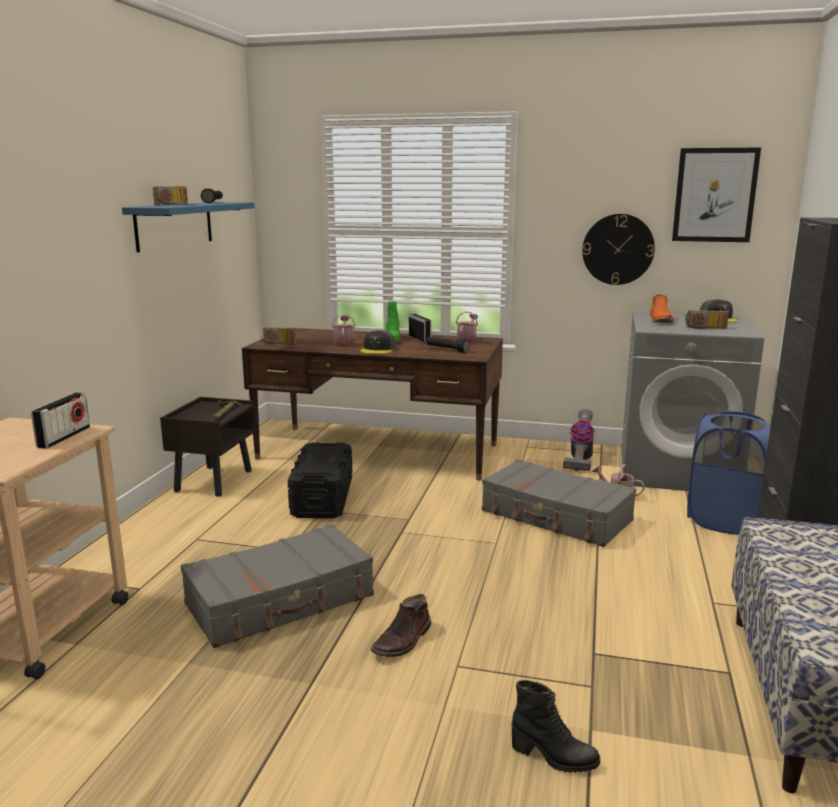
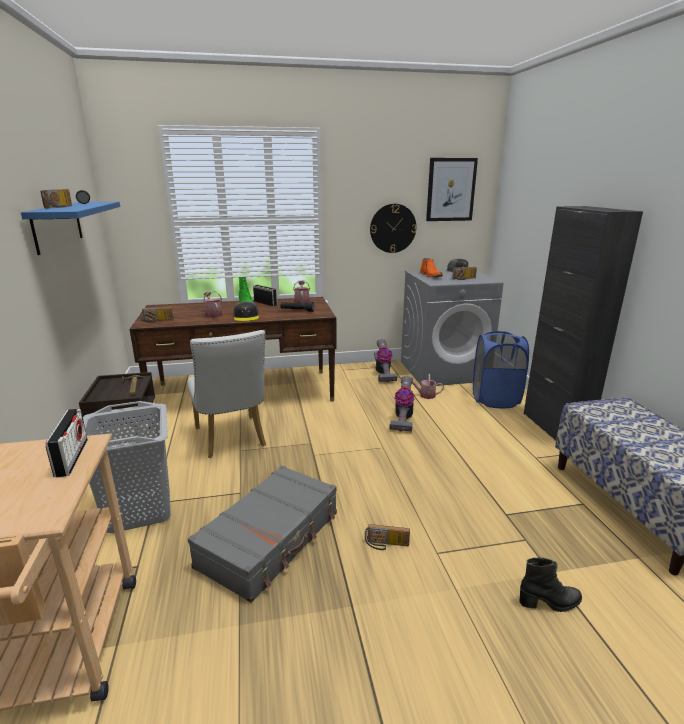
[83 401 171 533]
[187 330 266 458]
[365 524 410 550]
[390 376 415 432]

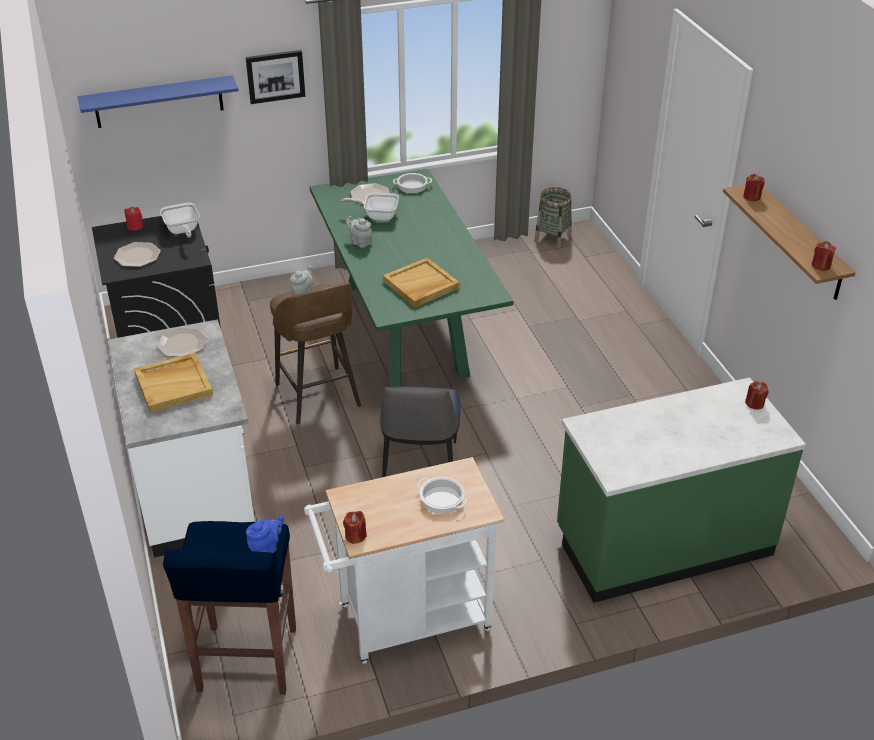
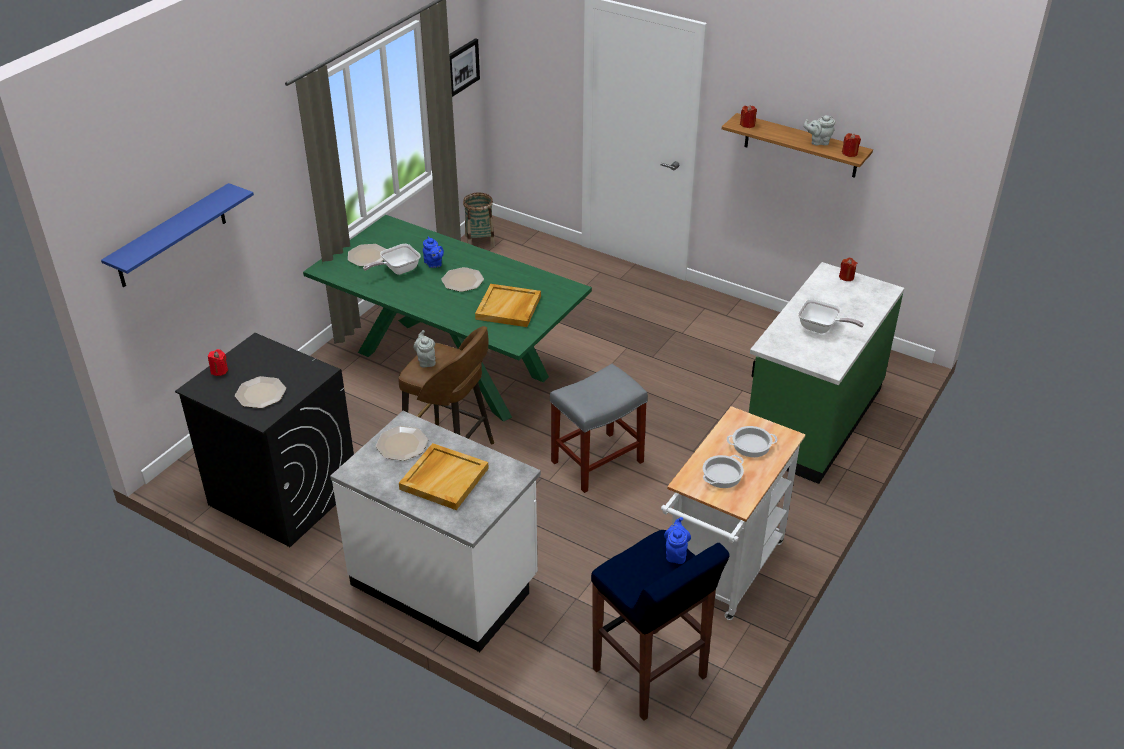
[423 236 444 268]
[441 267 484 292]
[449 38 480 97]
[550 364 648 493]
[703 455 744 488]
[798 299 864 333]
[804 115 835 146]
[343 511 367 544] (first image)

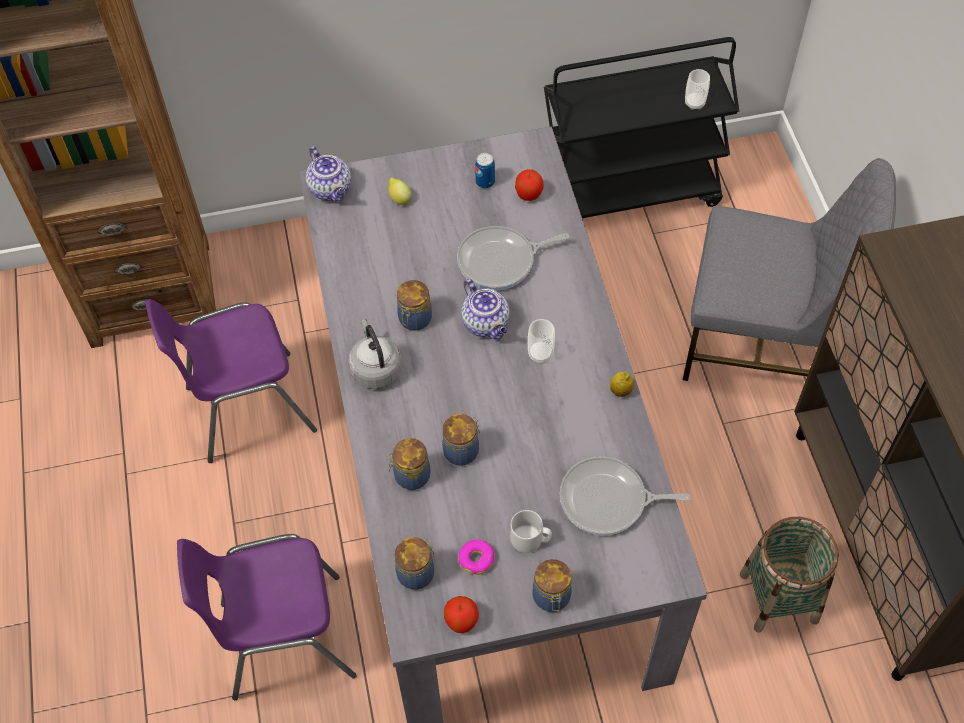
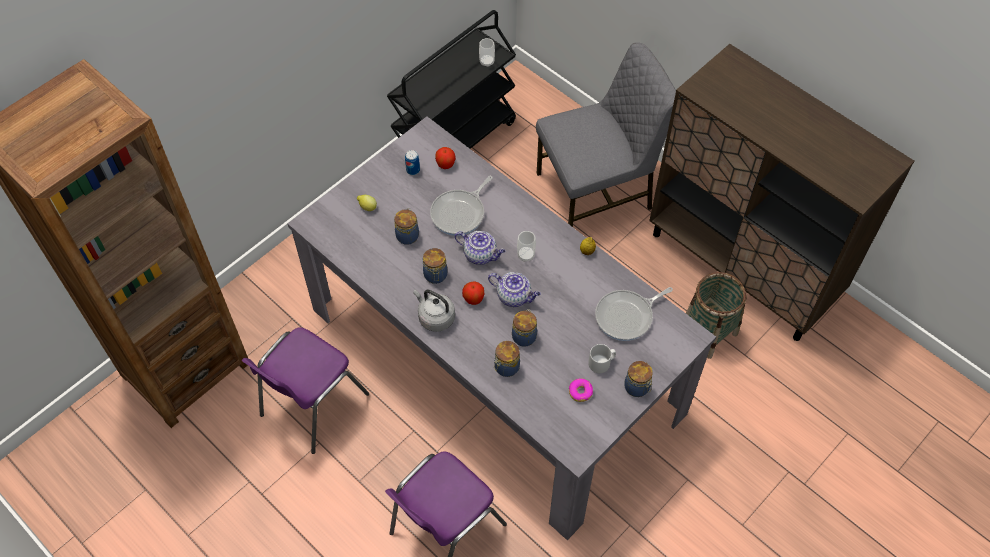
[394 208 419 245]
[462 281 484 305]
[488 272 541 307]

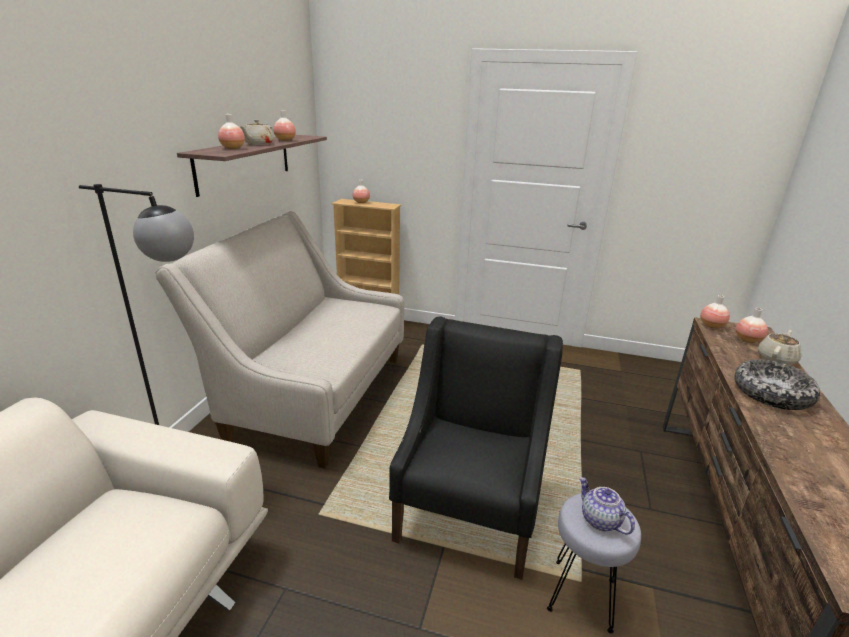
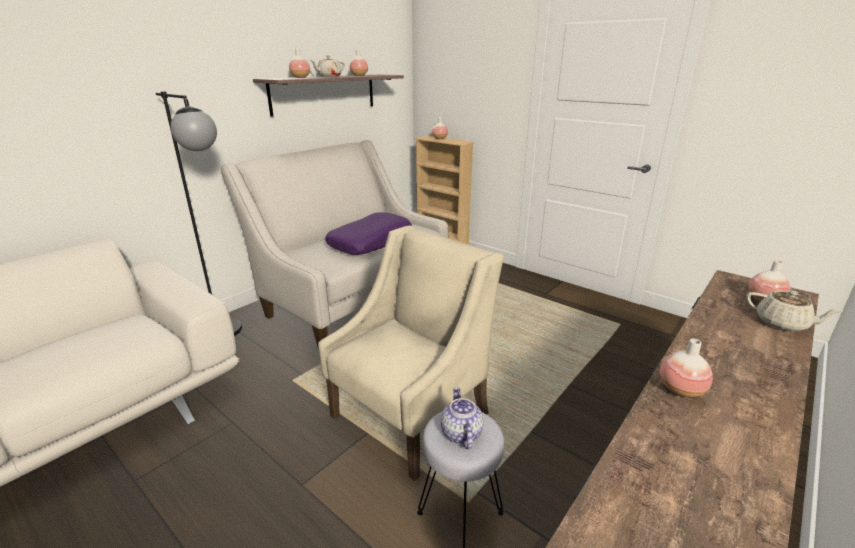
[318 225 504 481]
[325 212 412 255]
[660 339 713 397]
[746 290 843 332]
[734 359 820 410] (first image)

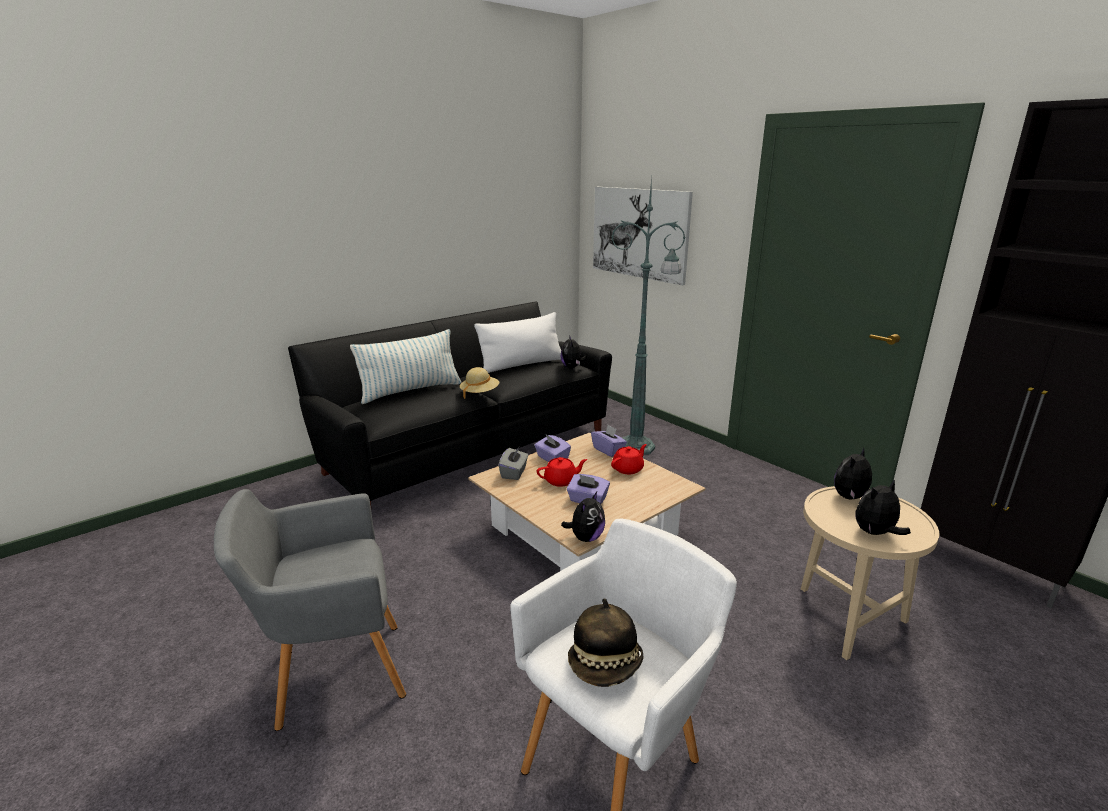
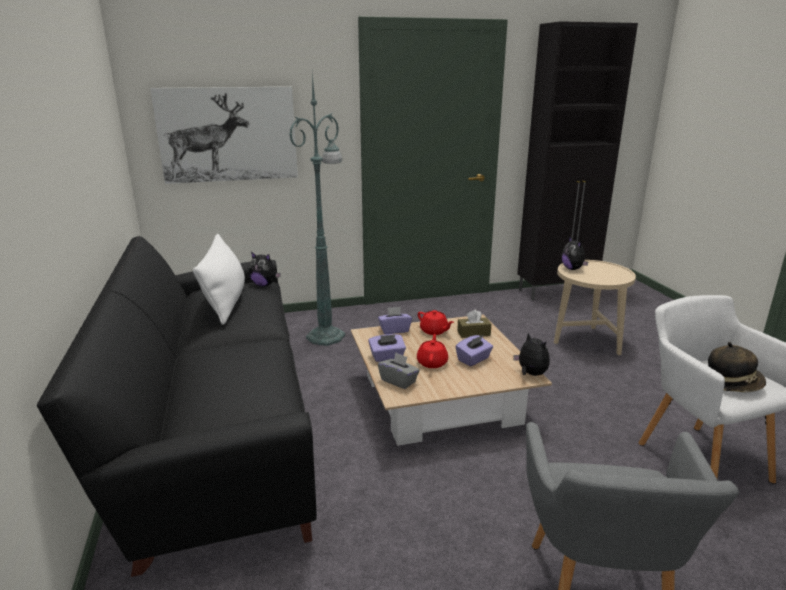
[418 310 454 335]
[457 309 491 338]
[350 329 461 404] (first image)
[460 367 499 399] (first image)
[856 479 911 535] (first image)

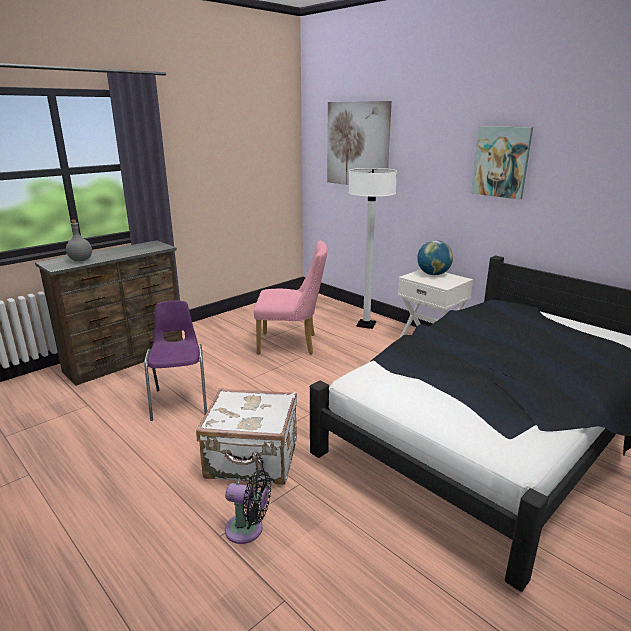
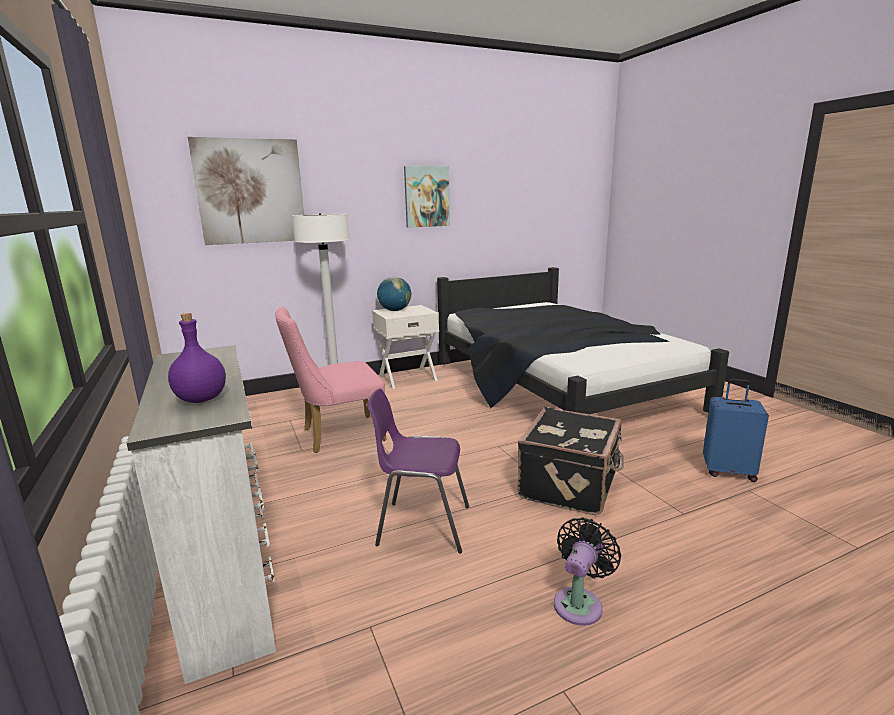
[127 345 276 684]
[168 313 226 403]
[275 307 386 453]
[517 407 624 515]
[554 517 621 626]
[703 379 769 482]

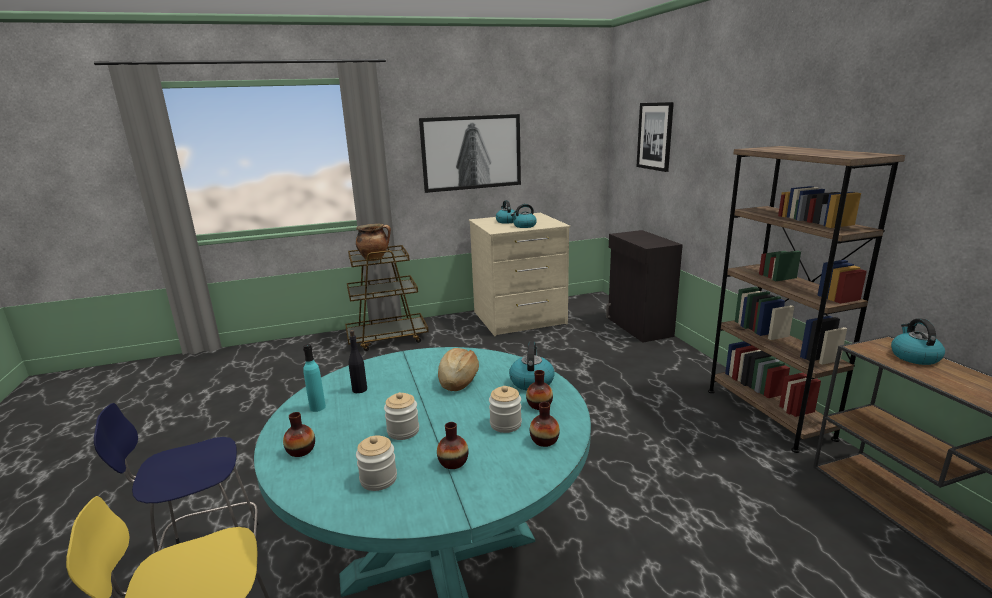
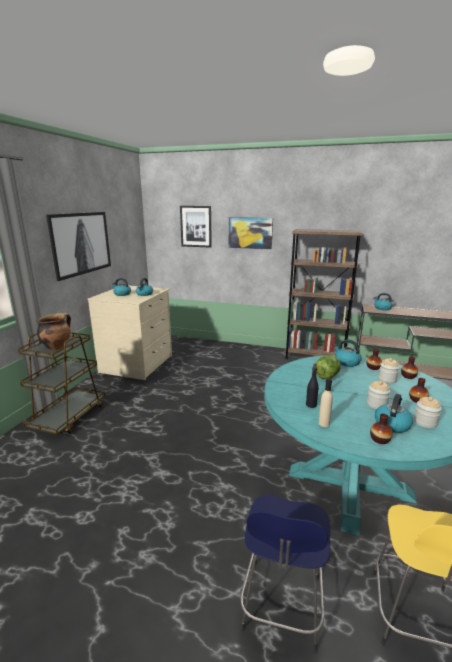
[228 217 273 249]
[315 355 341 379]
[319 378 333 427]
[375 394 413 433]
[606 230 683 343] (first image)

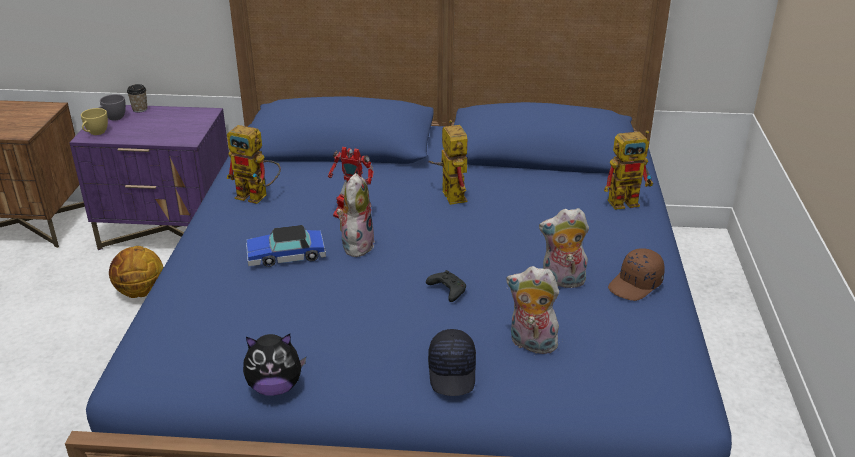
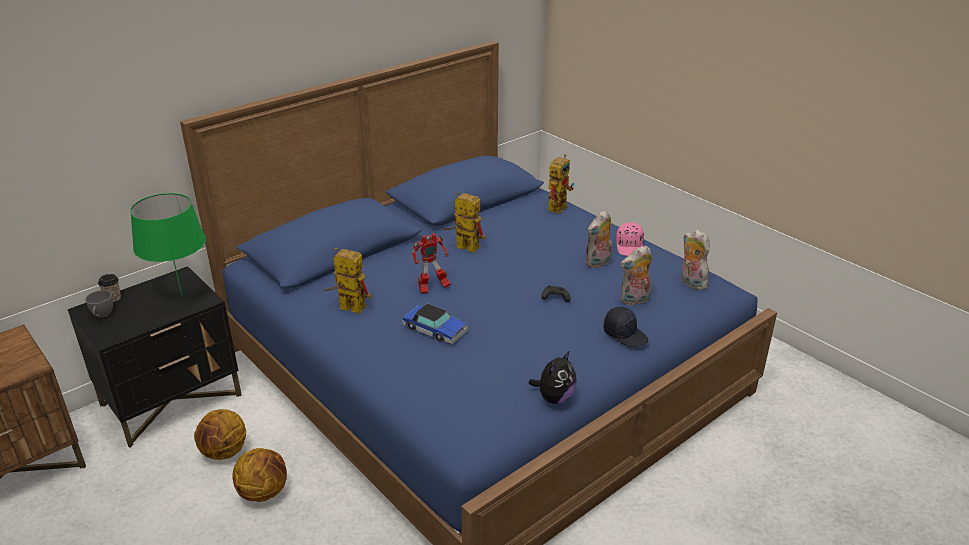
[68 266 242 448]
[130 193 206 296]
[232 448 287 502]
[323 248 371 314]
[402 304 468 344]
[616 222 644 256]
[681 230 710 290]
[81 108 108 135] (first image)

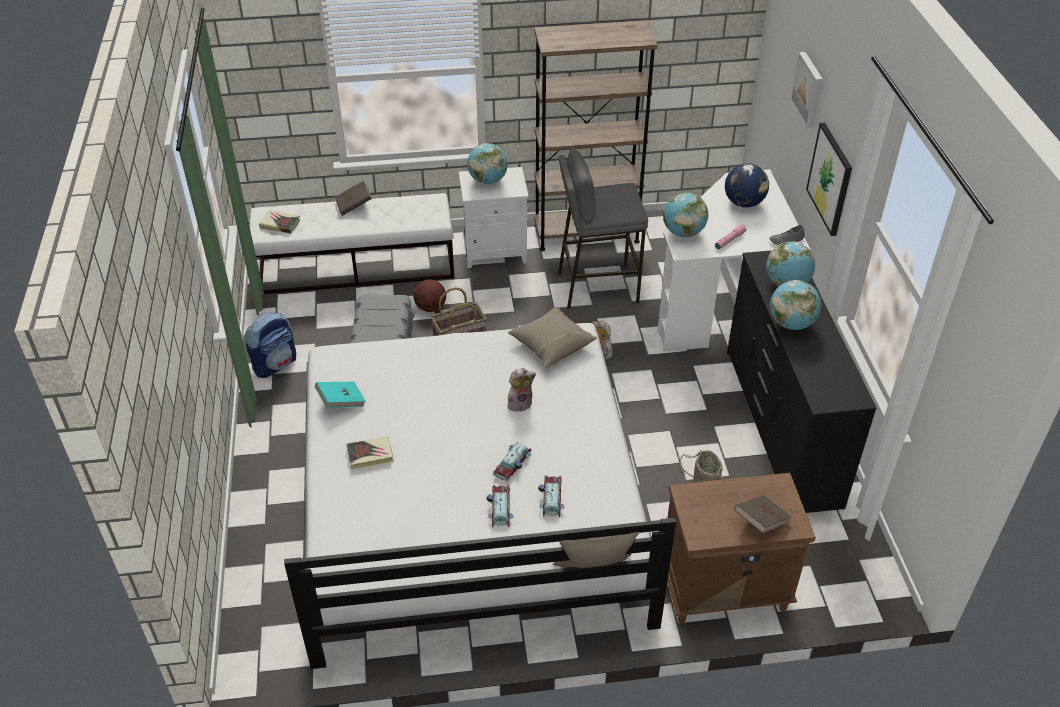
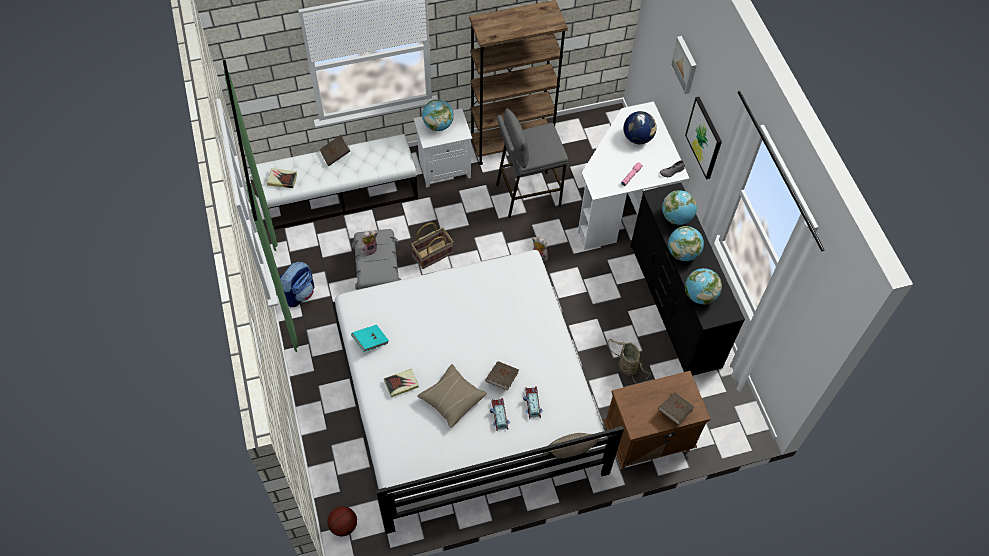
[327 506 357 536]
[361 231 378 256]
[417 364 487 428]
[486 361 519 391]
[685 268 722 305]

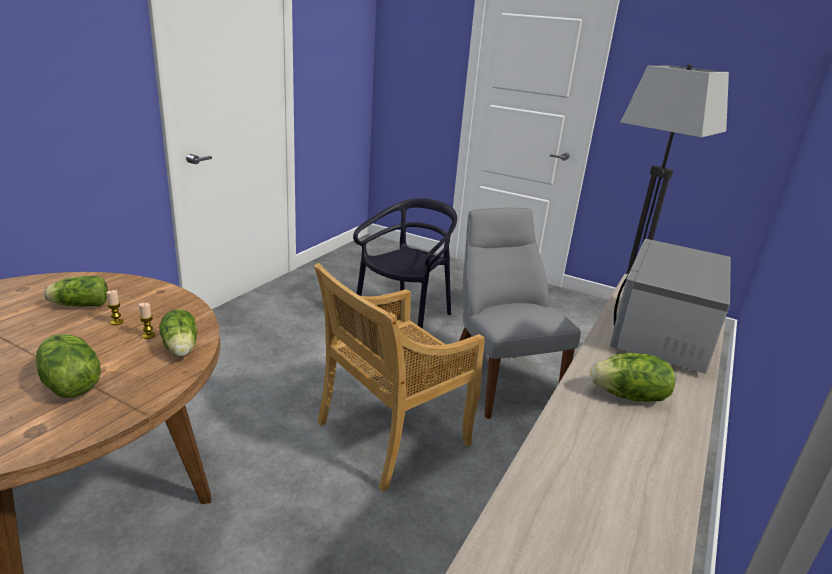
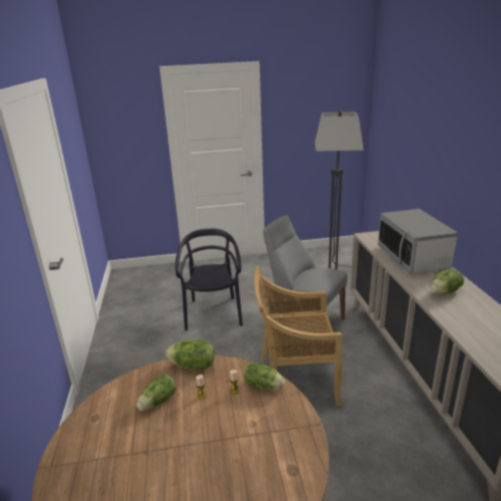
[165 340 215 370]
[254 266 342 406]

